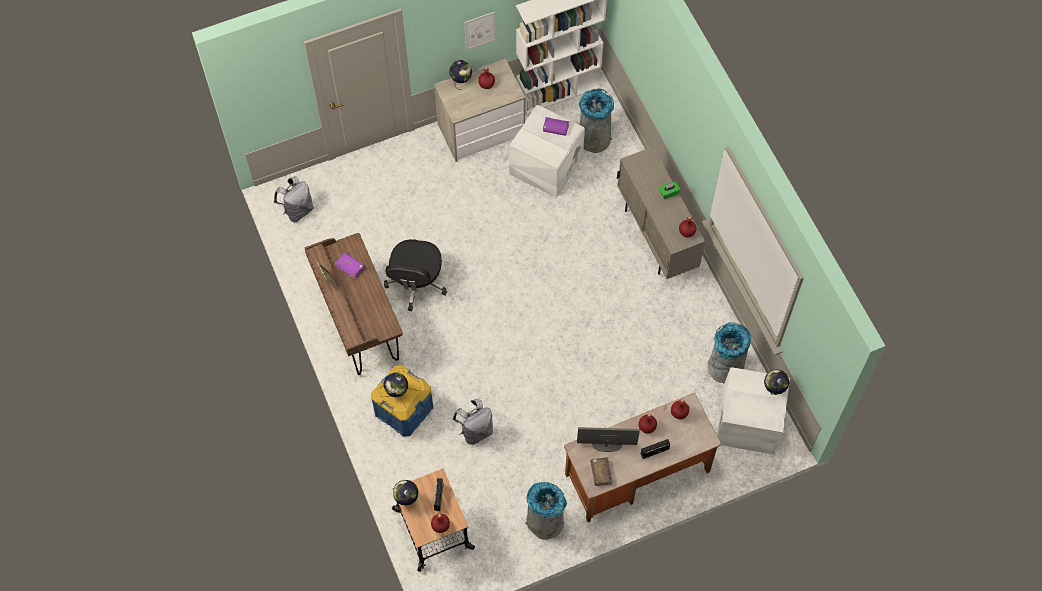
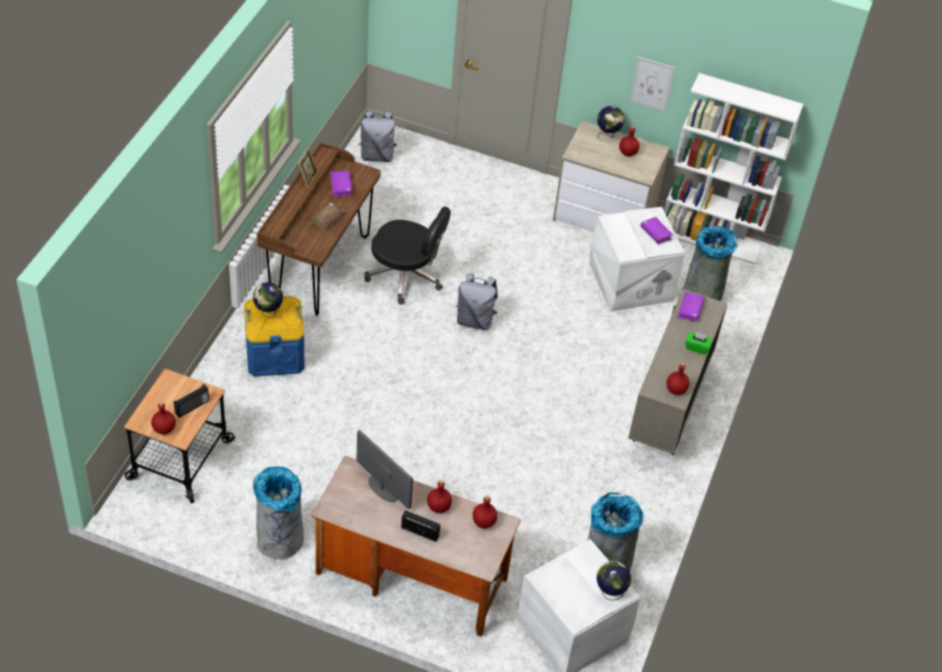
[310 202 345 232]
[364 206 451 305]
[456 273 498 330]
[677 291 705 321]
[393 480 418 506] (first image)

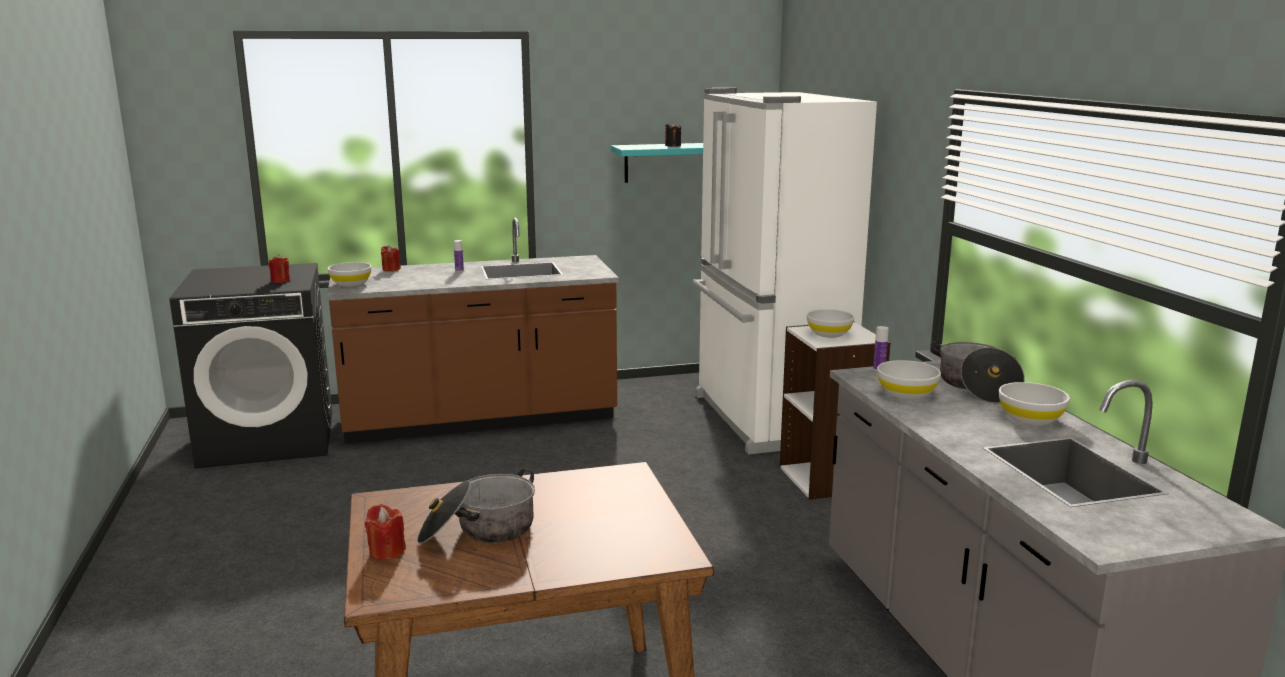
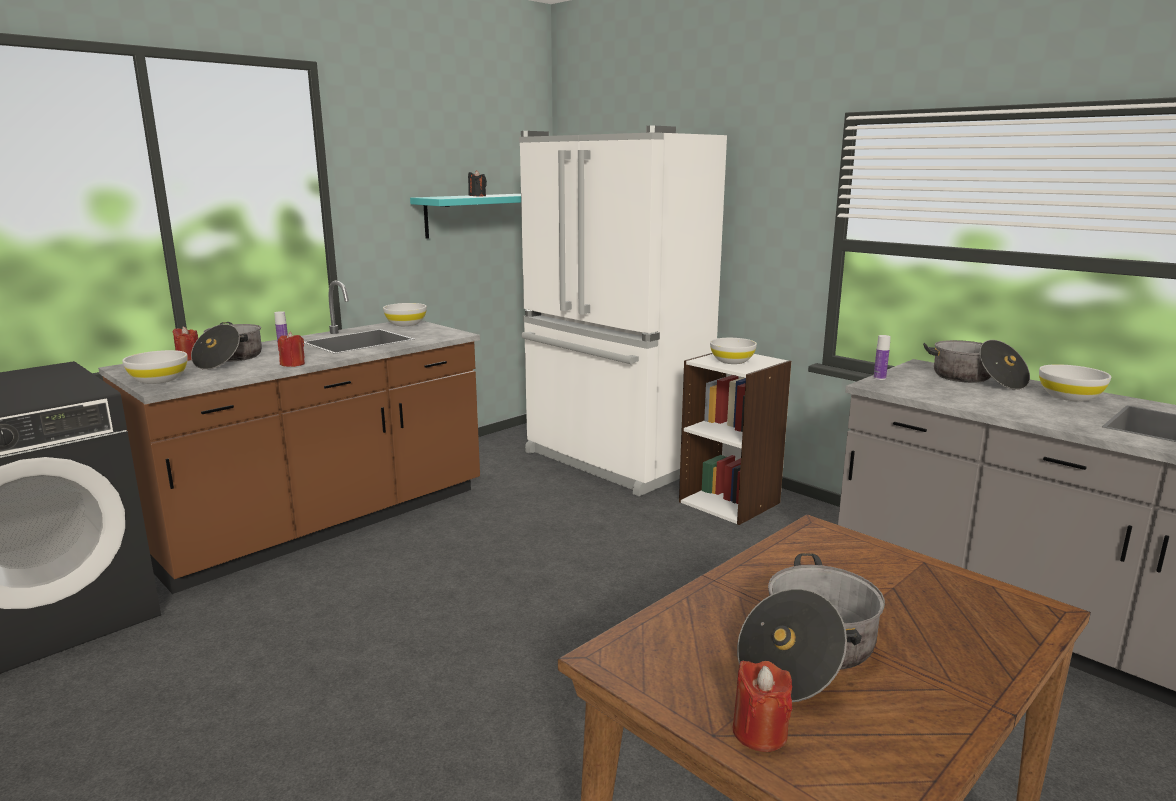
[191 322 262 370]
[278 332 305 367]
[383 303 427 326]

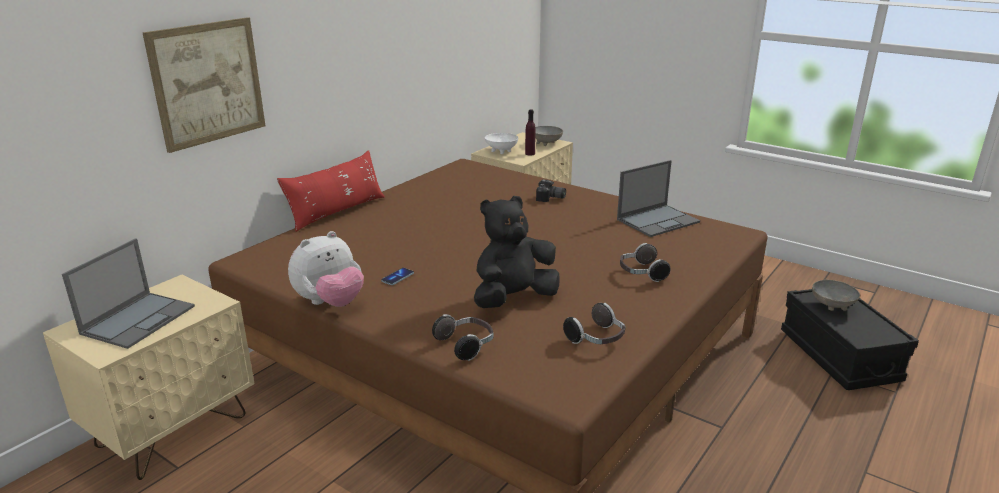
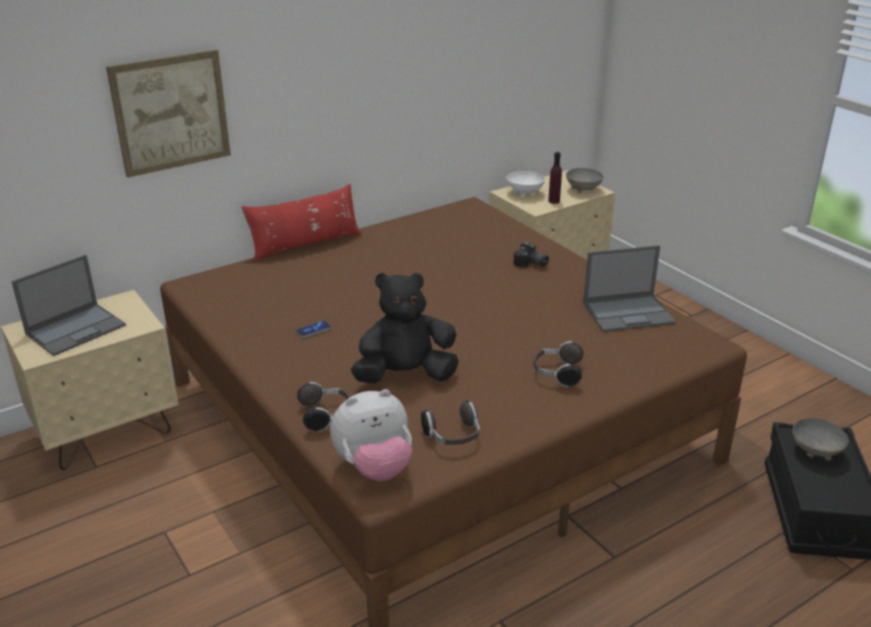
[330 389 412 481]

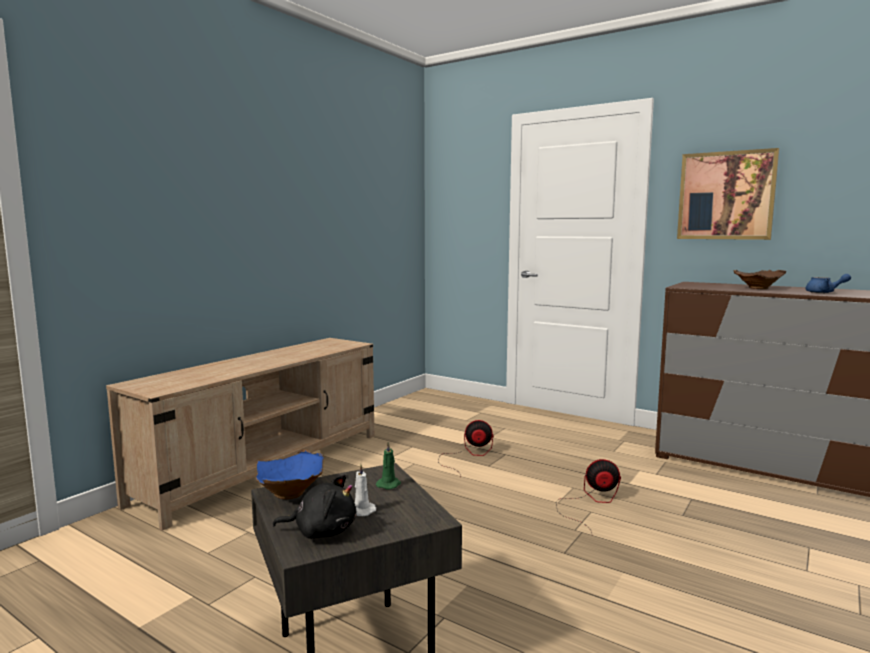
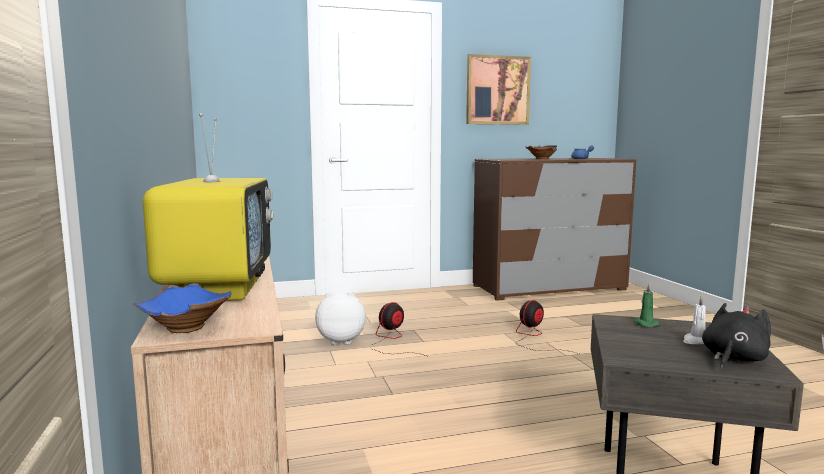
[133 283 231 333]
[143 113 274 301]
[315 292 366 345]

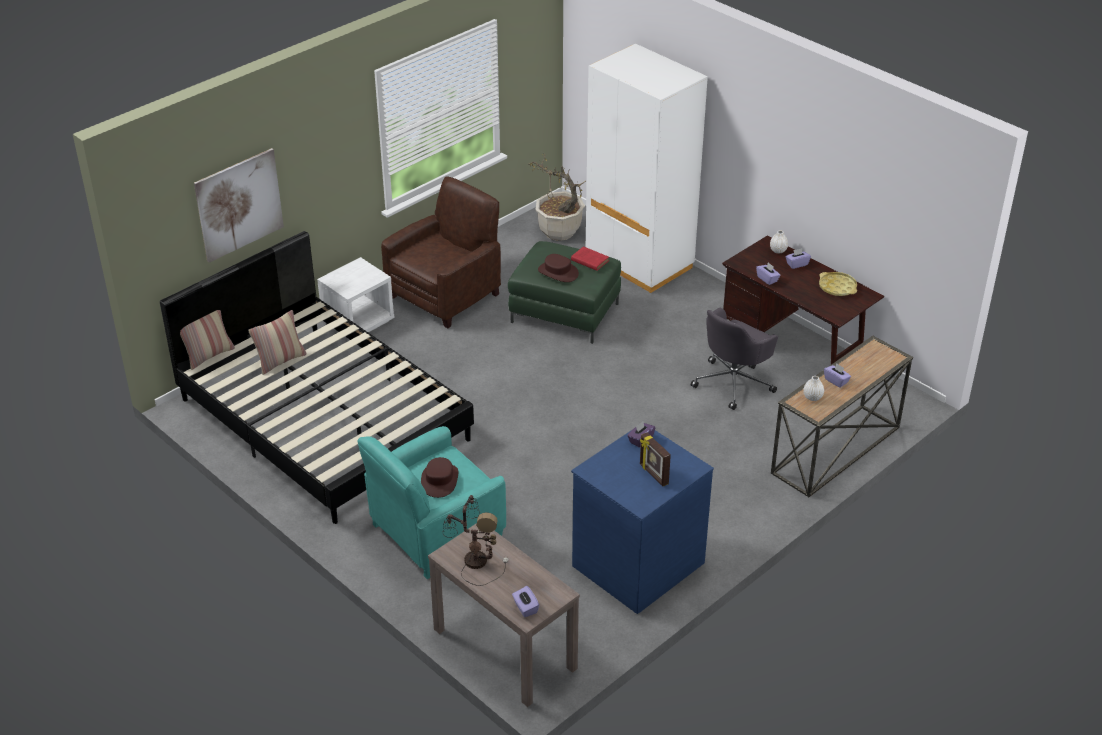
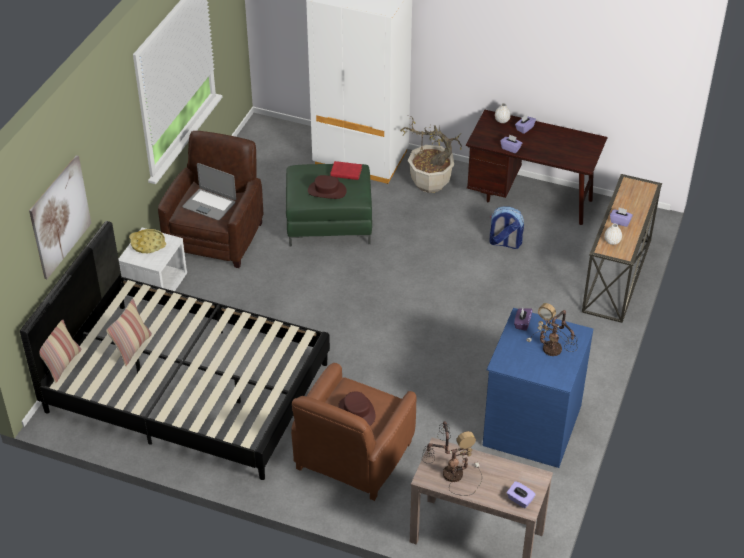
[129 229 166 253]
[182 163 236 220]
[291 363 416 501]
[400 117 462 193]
[490 206 524 249]
[527 303 577 356]

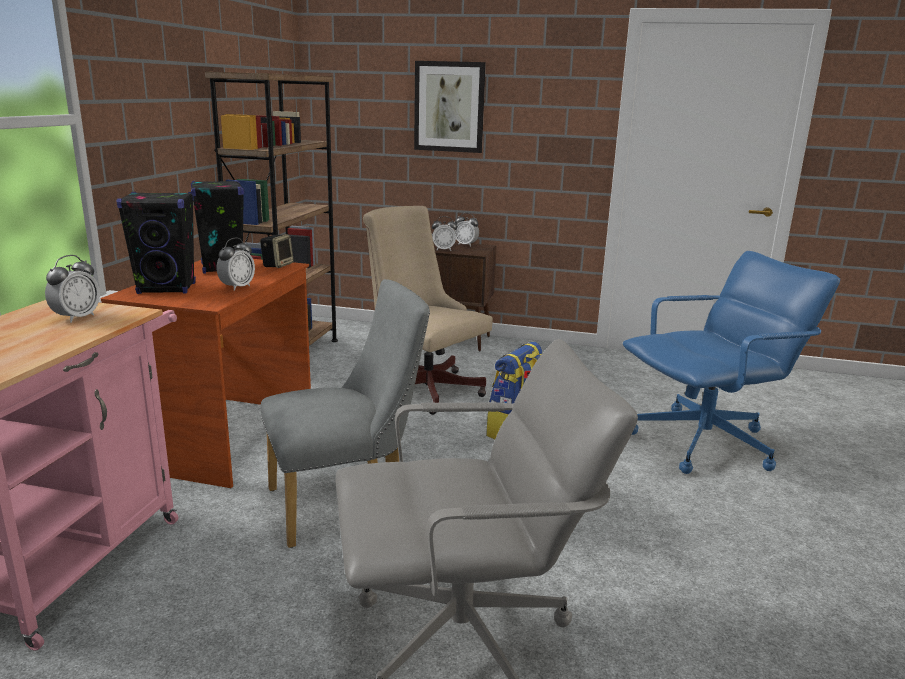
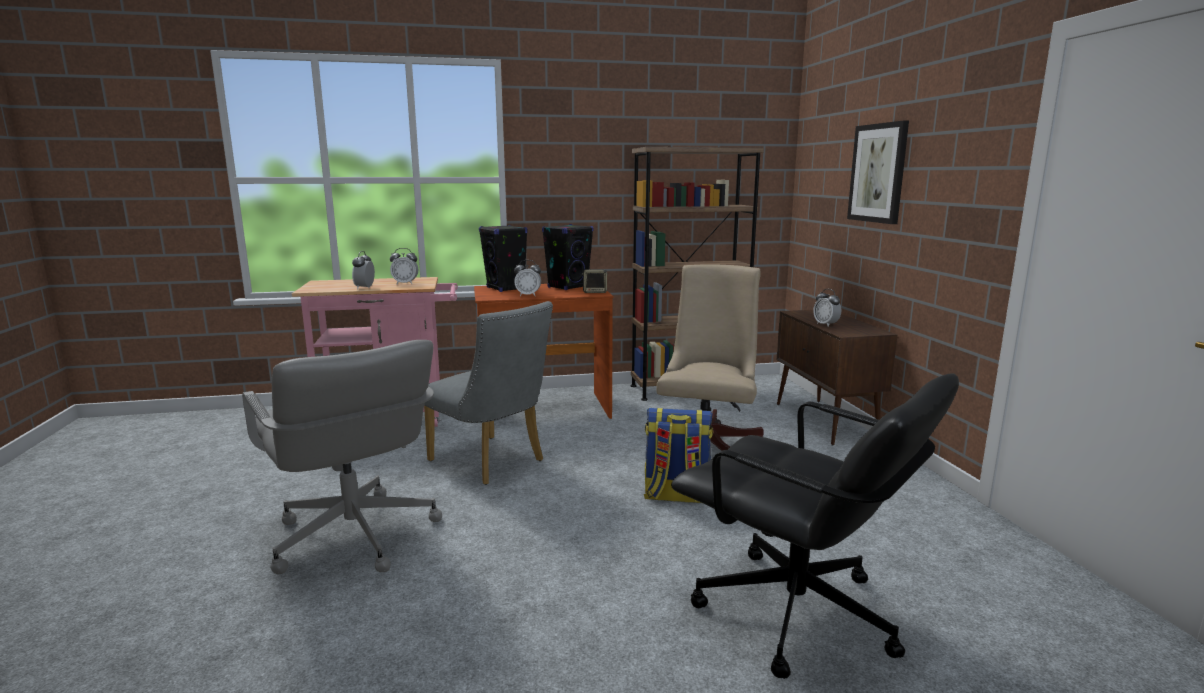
[352 251 375 289]
[671 374 959 679]

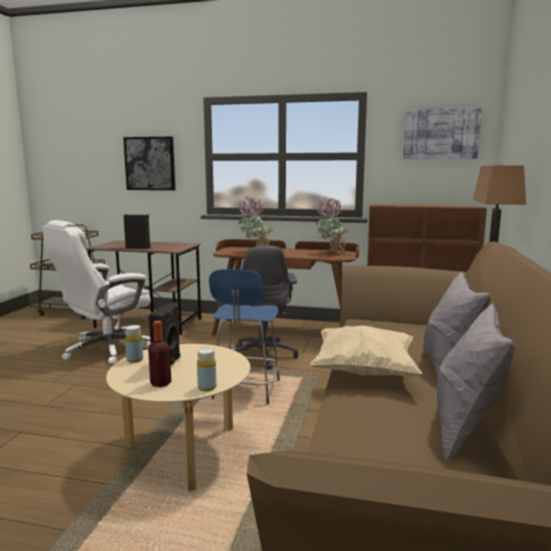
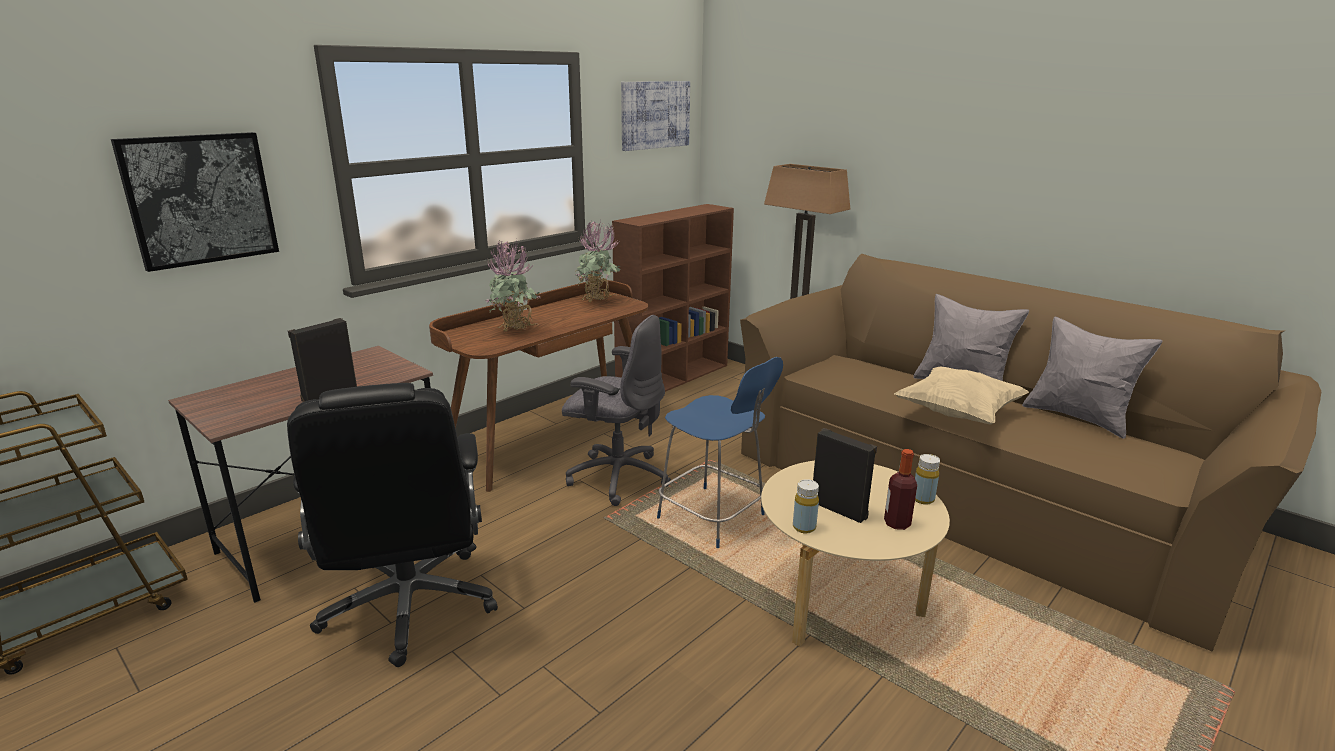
[287 383 498 667]

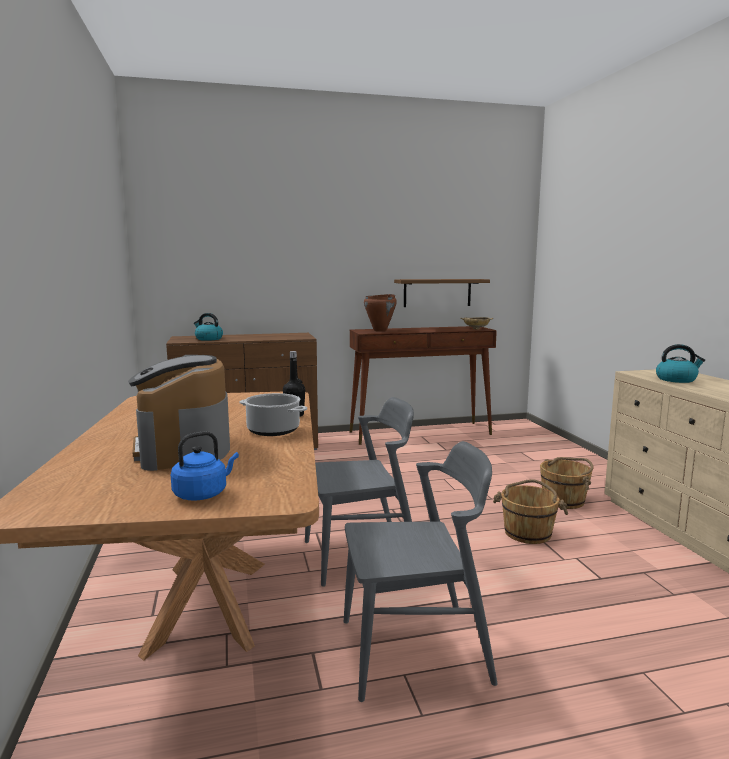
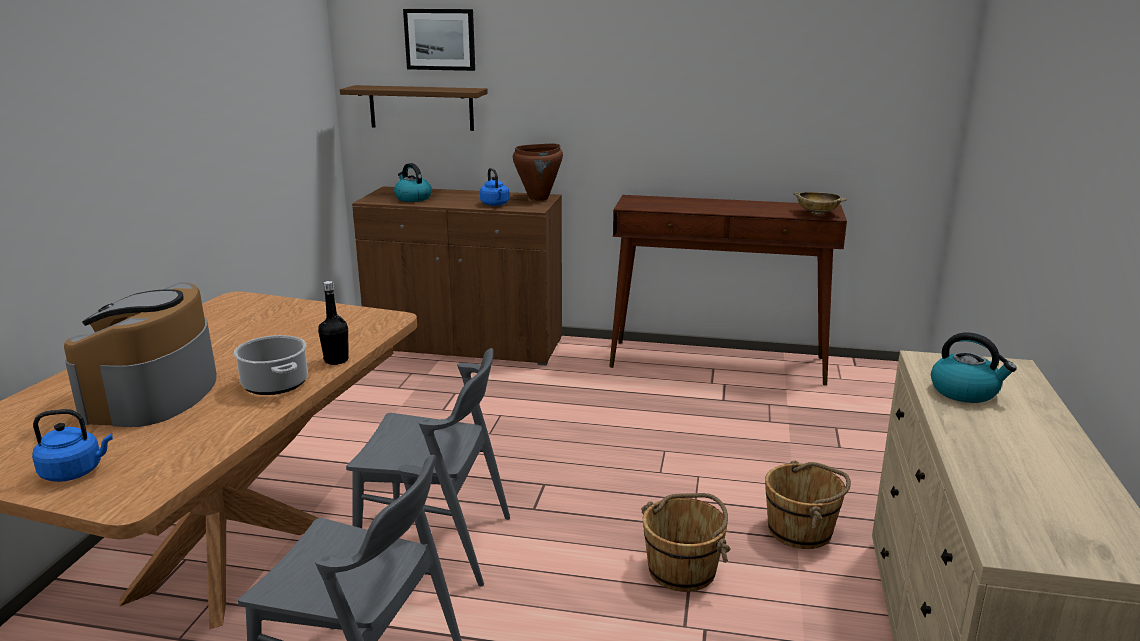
[340 85 488 131]
[403 9 475 71]
[480 168 509 206]
[513 144 563 201]

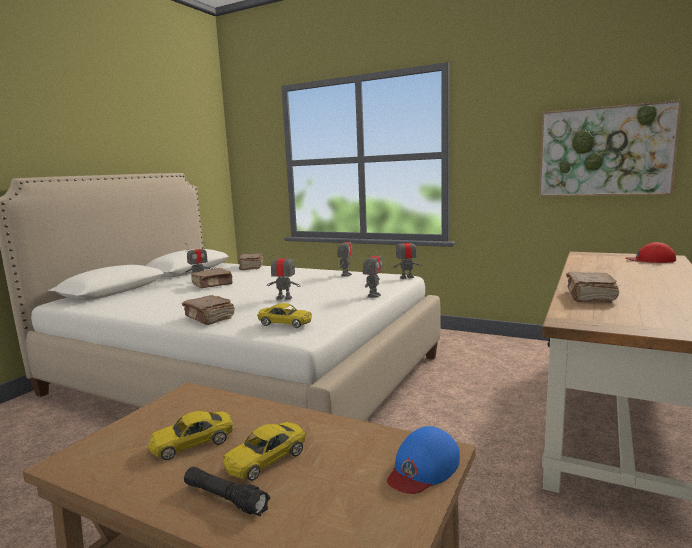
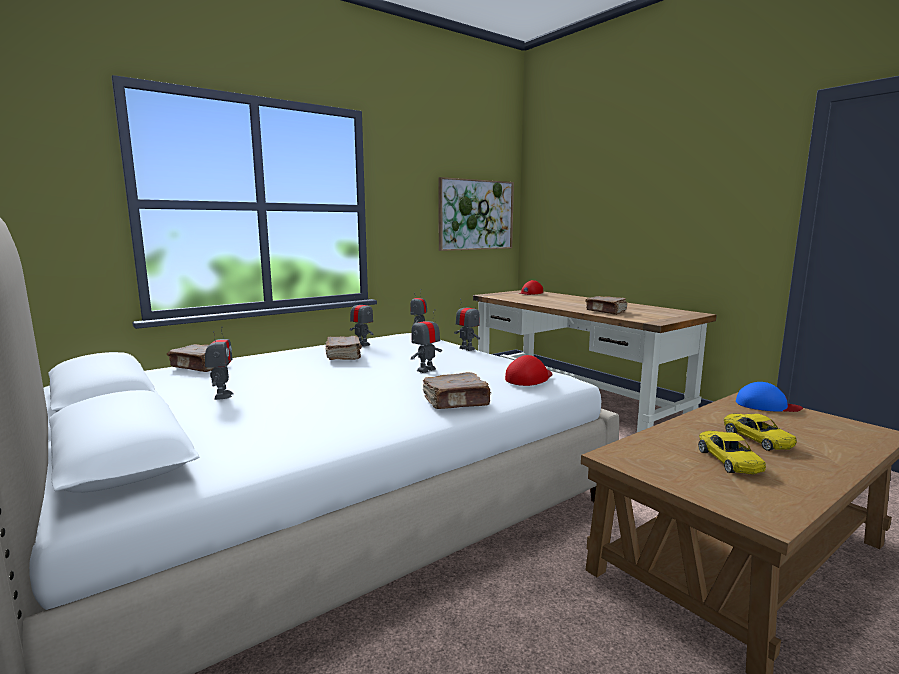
[325 336 362 360]
[505 355 553 386]
[736 382 803 412]
[184 467 270 516] (first image)

